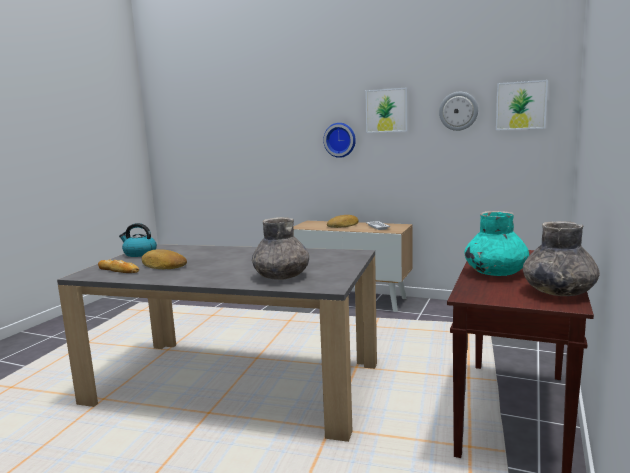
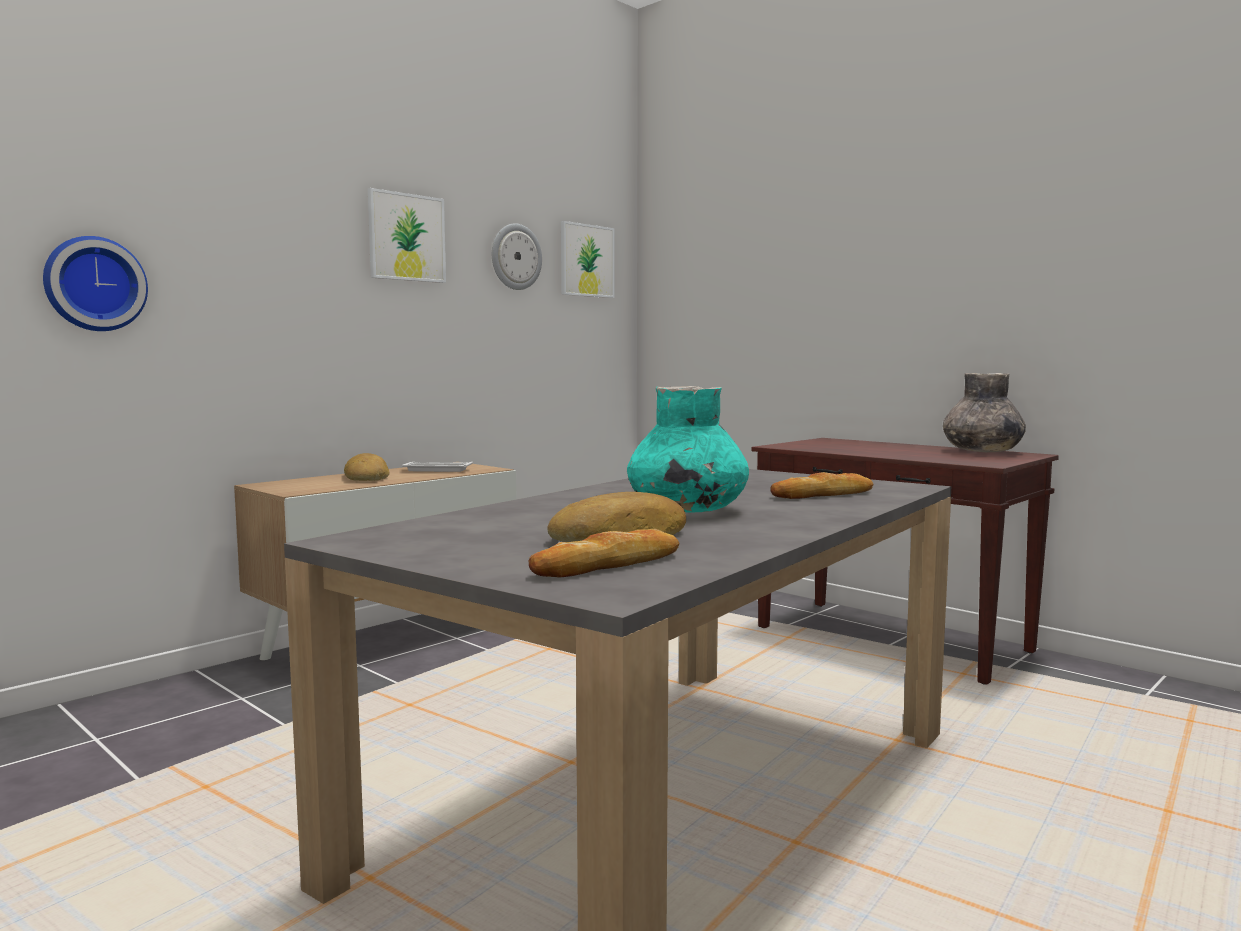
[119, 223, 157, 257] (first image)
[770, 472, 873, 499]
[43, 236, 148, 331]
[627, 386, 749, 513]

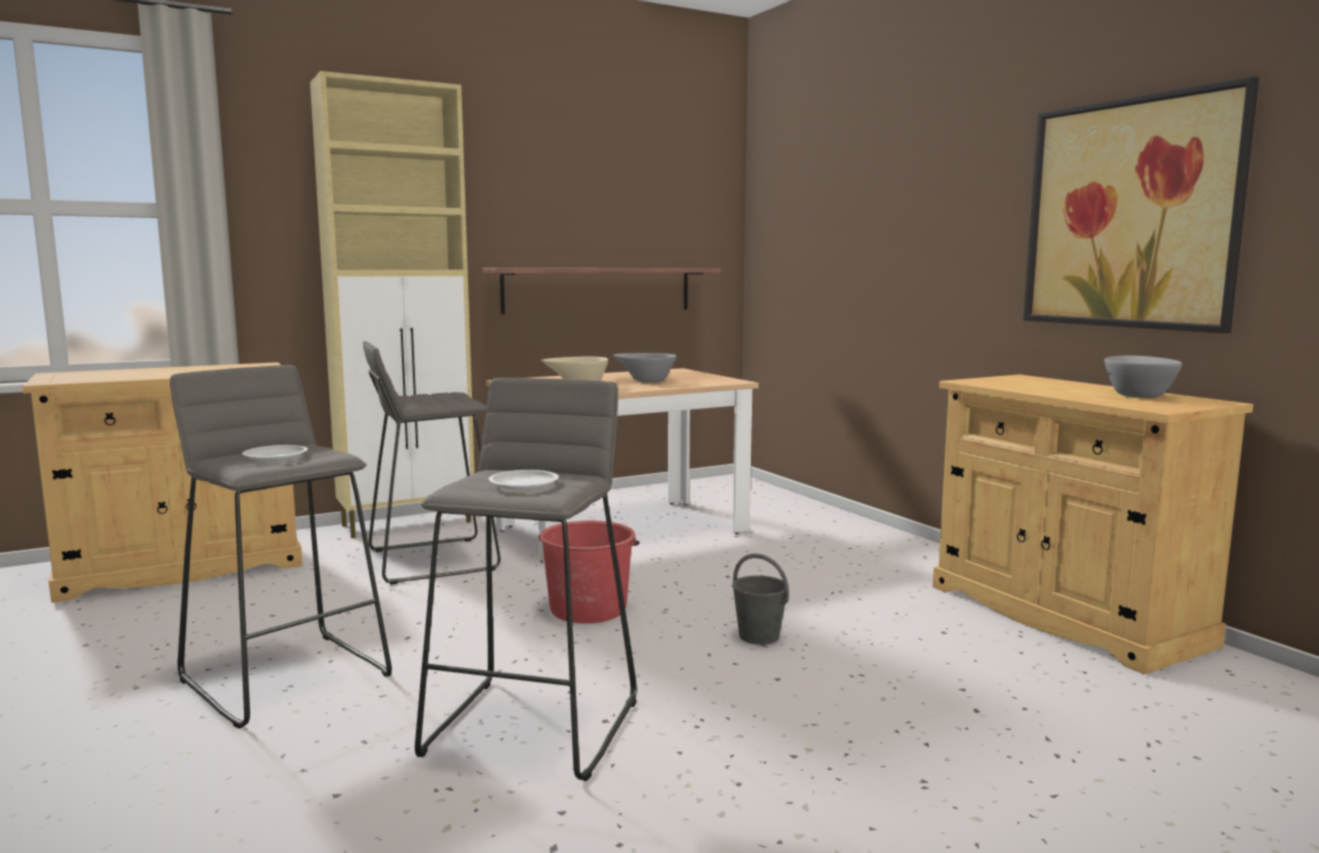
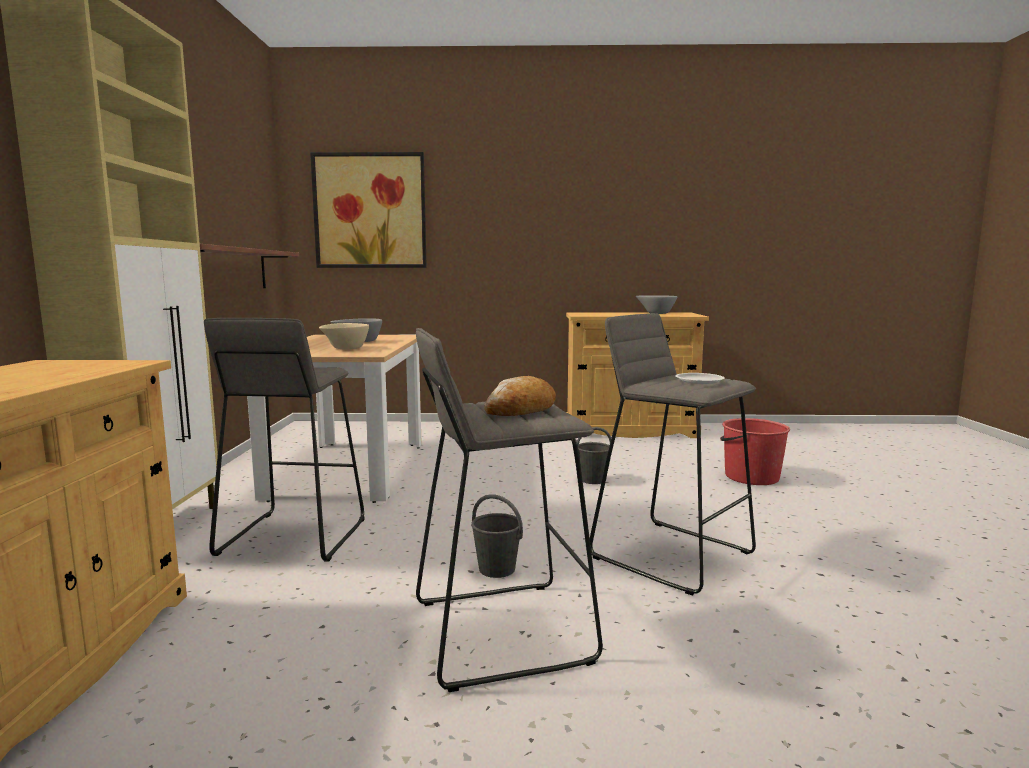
[484, 376, 556, 416]
[720, 418, 790, 485]
[310, 152, 427, 268]
[471, 494, 523, 578]

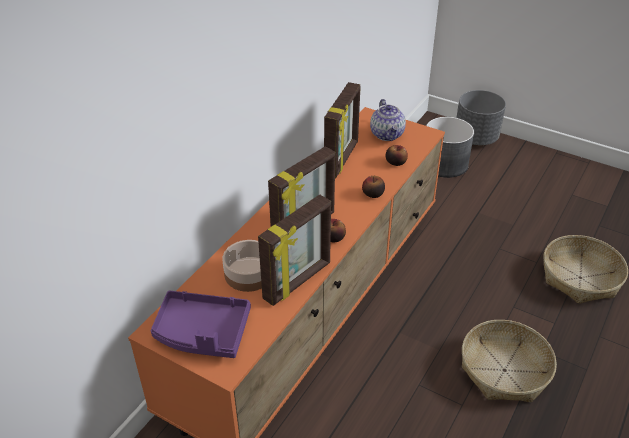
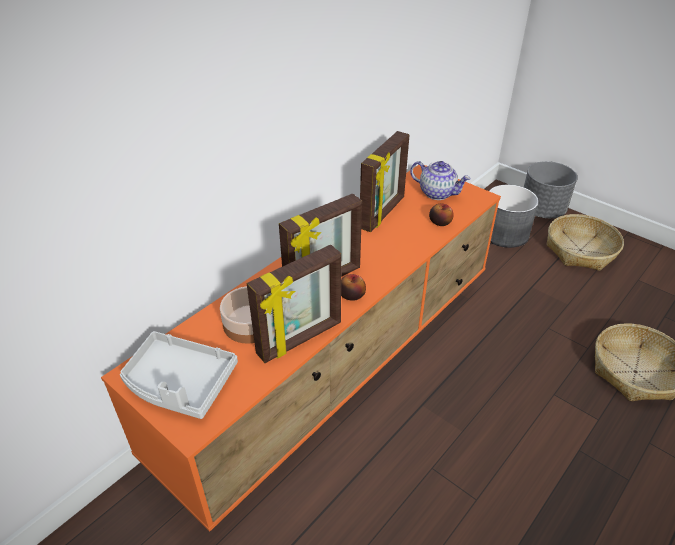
[120, 331, 238, 419]
[362, 176, 385, 198] (first image)
[410, 161, 471, 200]
[547, 214, 624, 271]

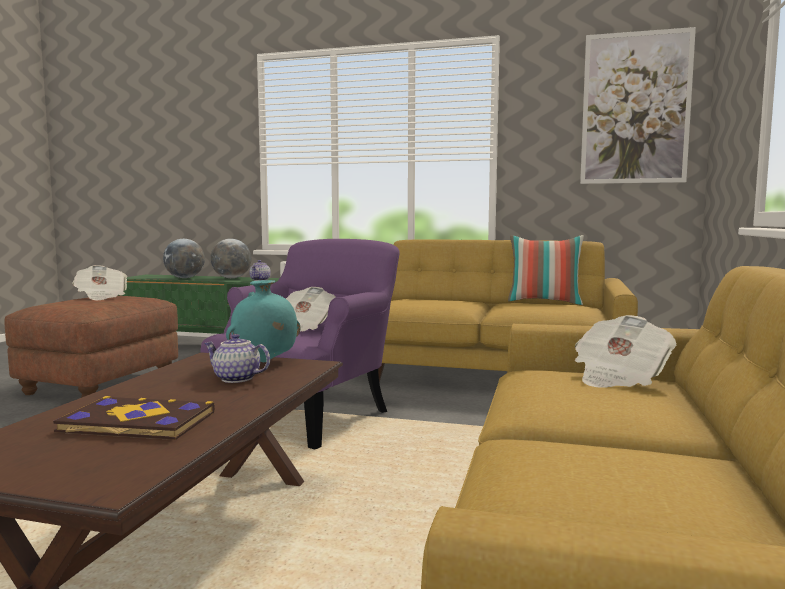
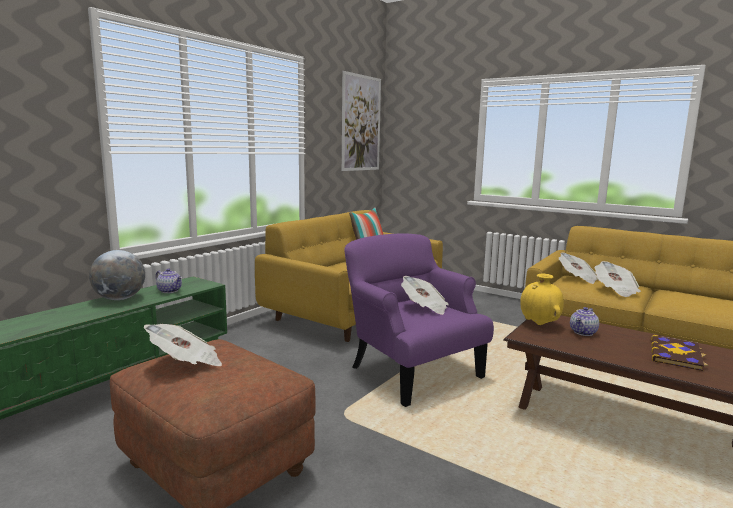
[163, 239, 205, 278] (first image)
[520, 274, 564, 325]
[595, 261, 641, 297]

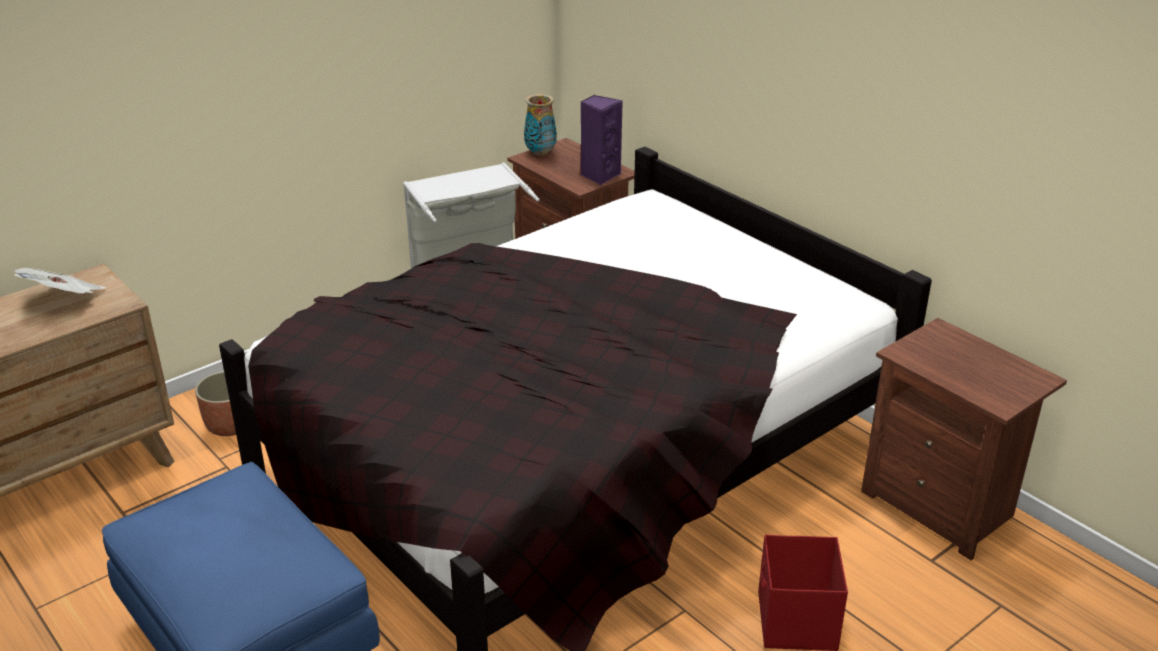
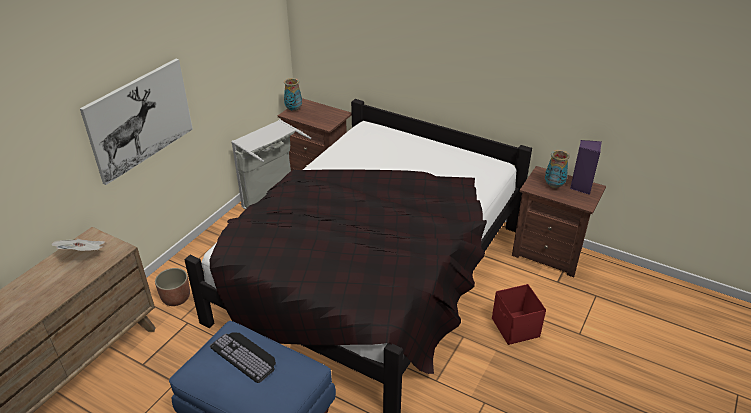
[570, 140, 602, 195]
[80, 59, 193, 185]
[210, 332, 276, 383]
[545, 150, 570, 188]

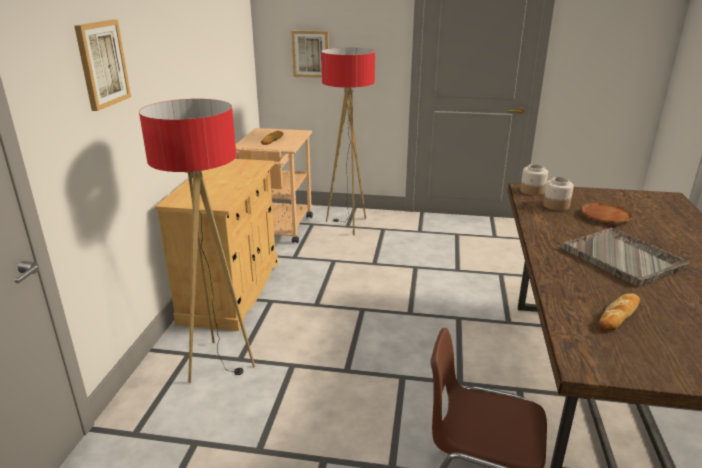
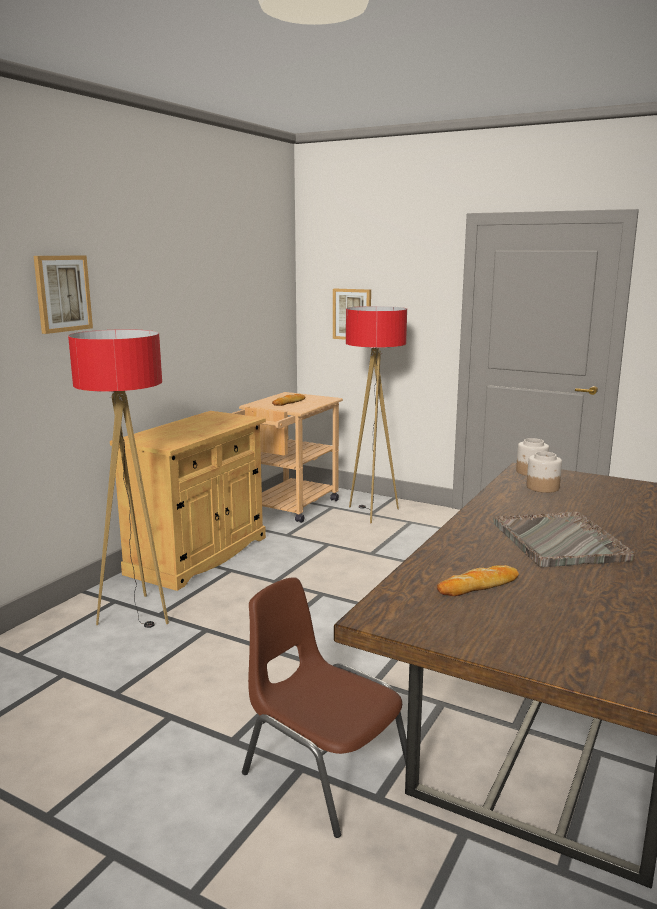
[581, 203, 633, 224] (first image)

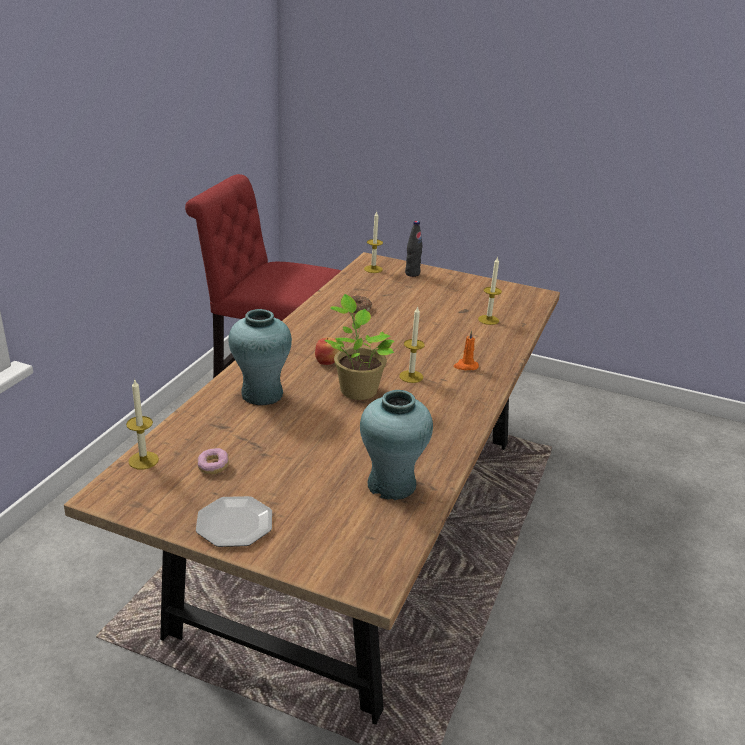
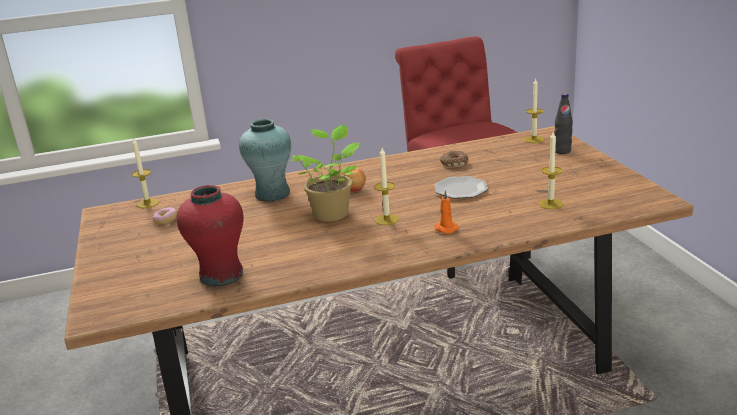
[435, 176, 488, 199]
[177, 185, 244, 286]

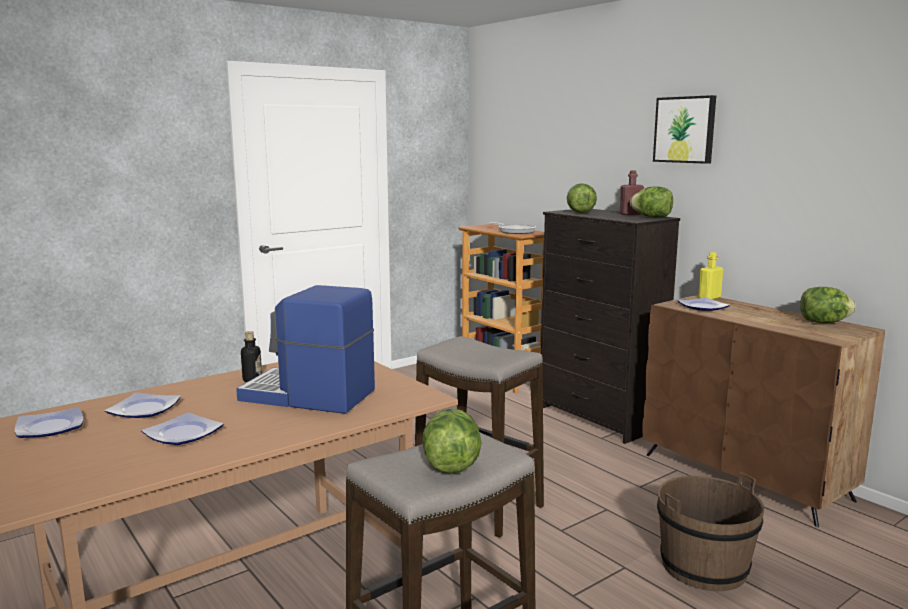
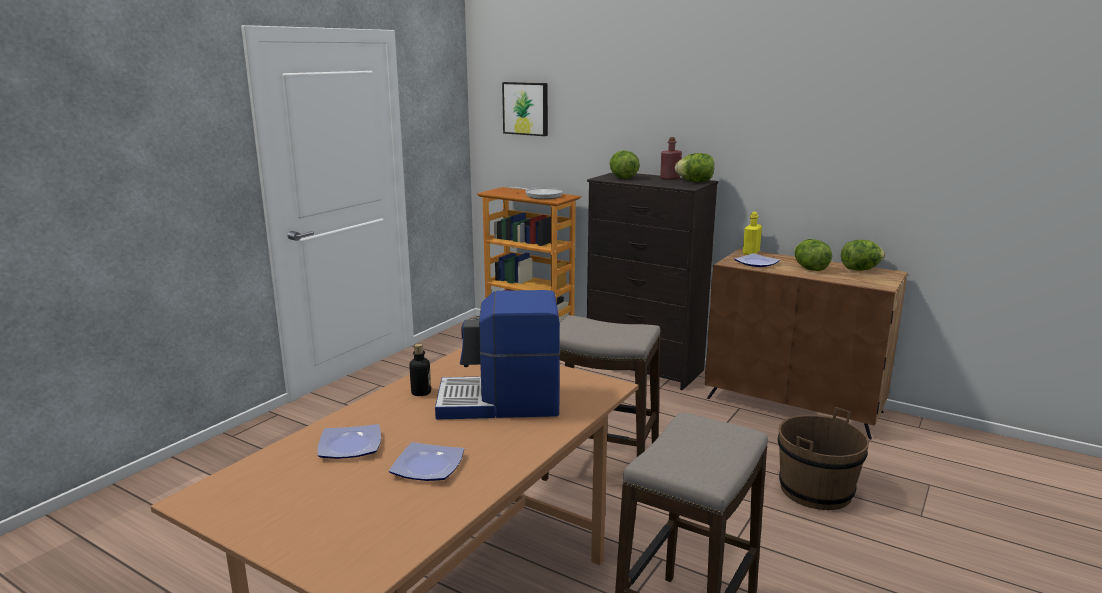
[15, 407, 83, 438] (first image)
[794, 239, 832, 271]
[502, 82, 548, 136]

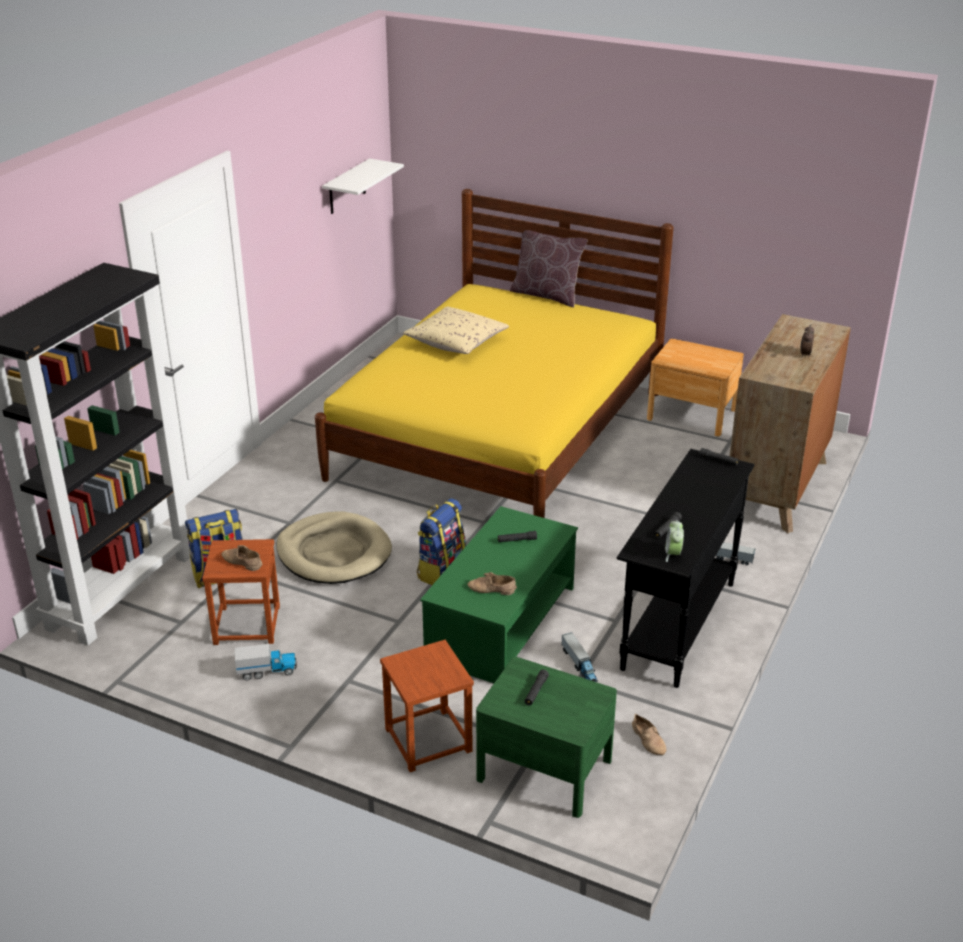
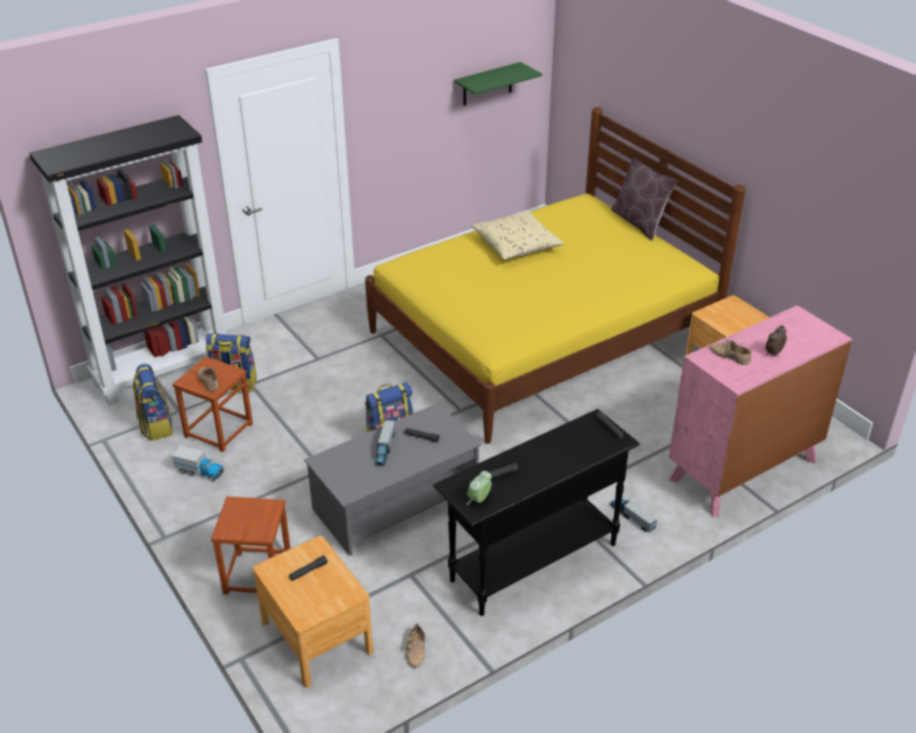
[277, 511, 392, 584] (first image)
[454, 62, 542, 105]
[304, 403, 481, 556]
[710, 340, 752, 365]
[253, 536, 373, 688]
[375, 420, 395, 466]
[669, 305, 852, 517]
[133, 364, 173, 441]

